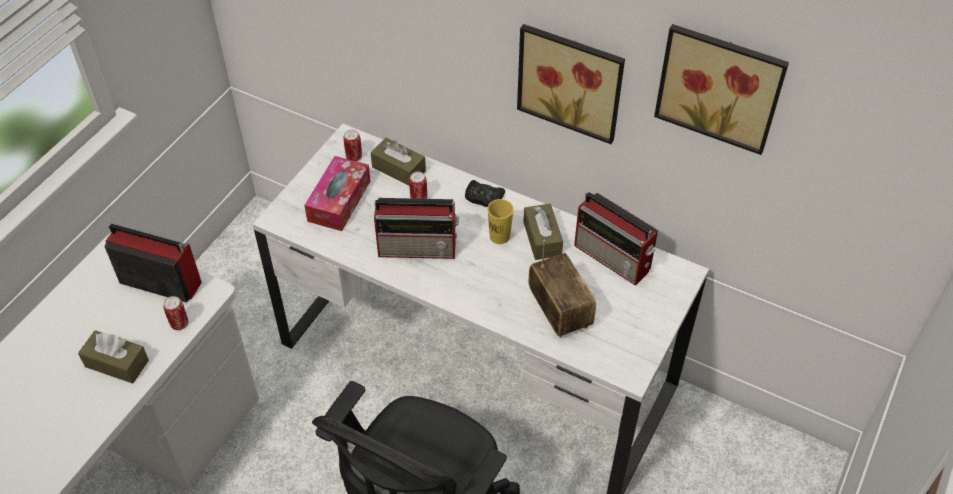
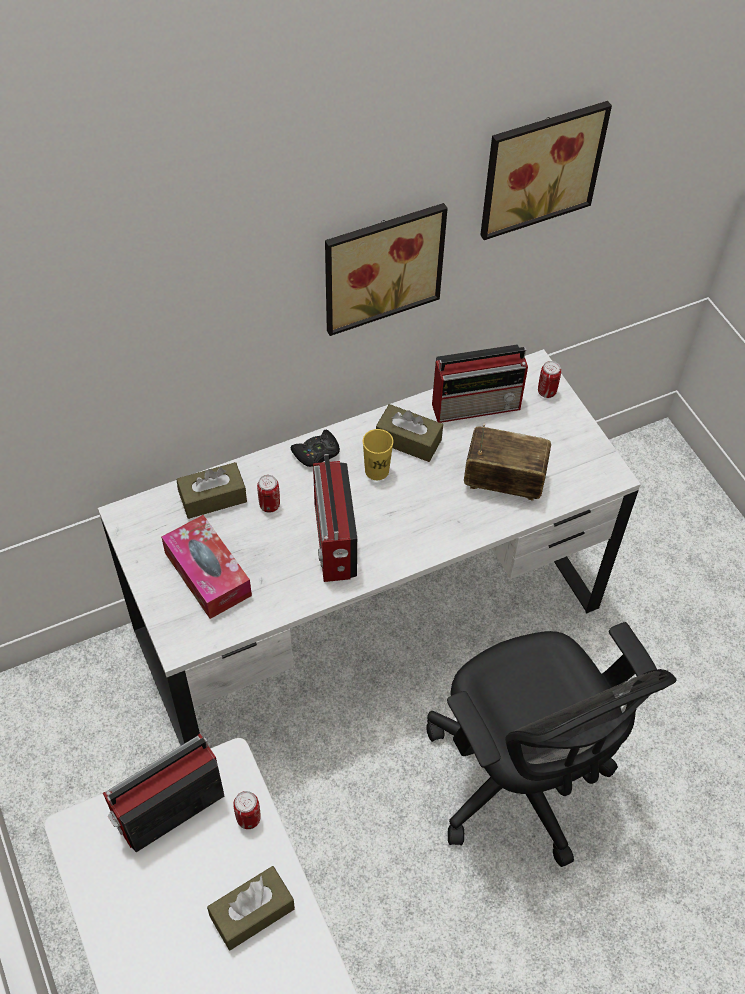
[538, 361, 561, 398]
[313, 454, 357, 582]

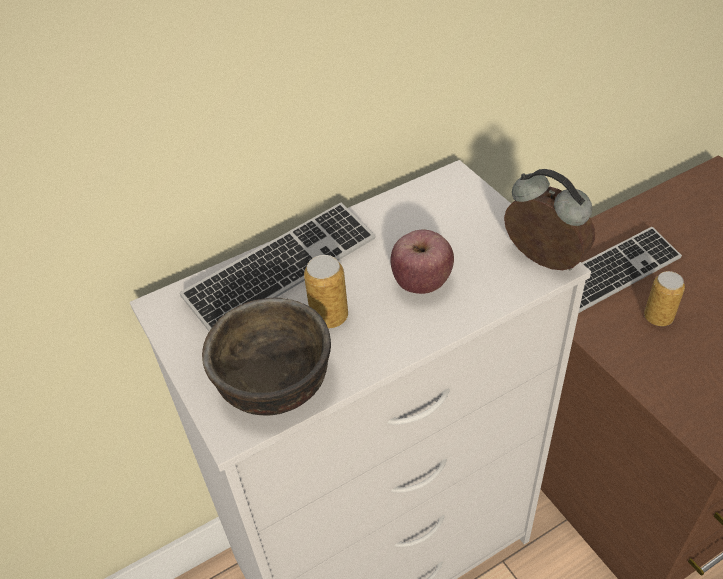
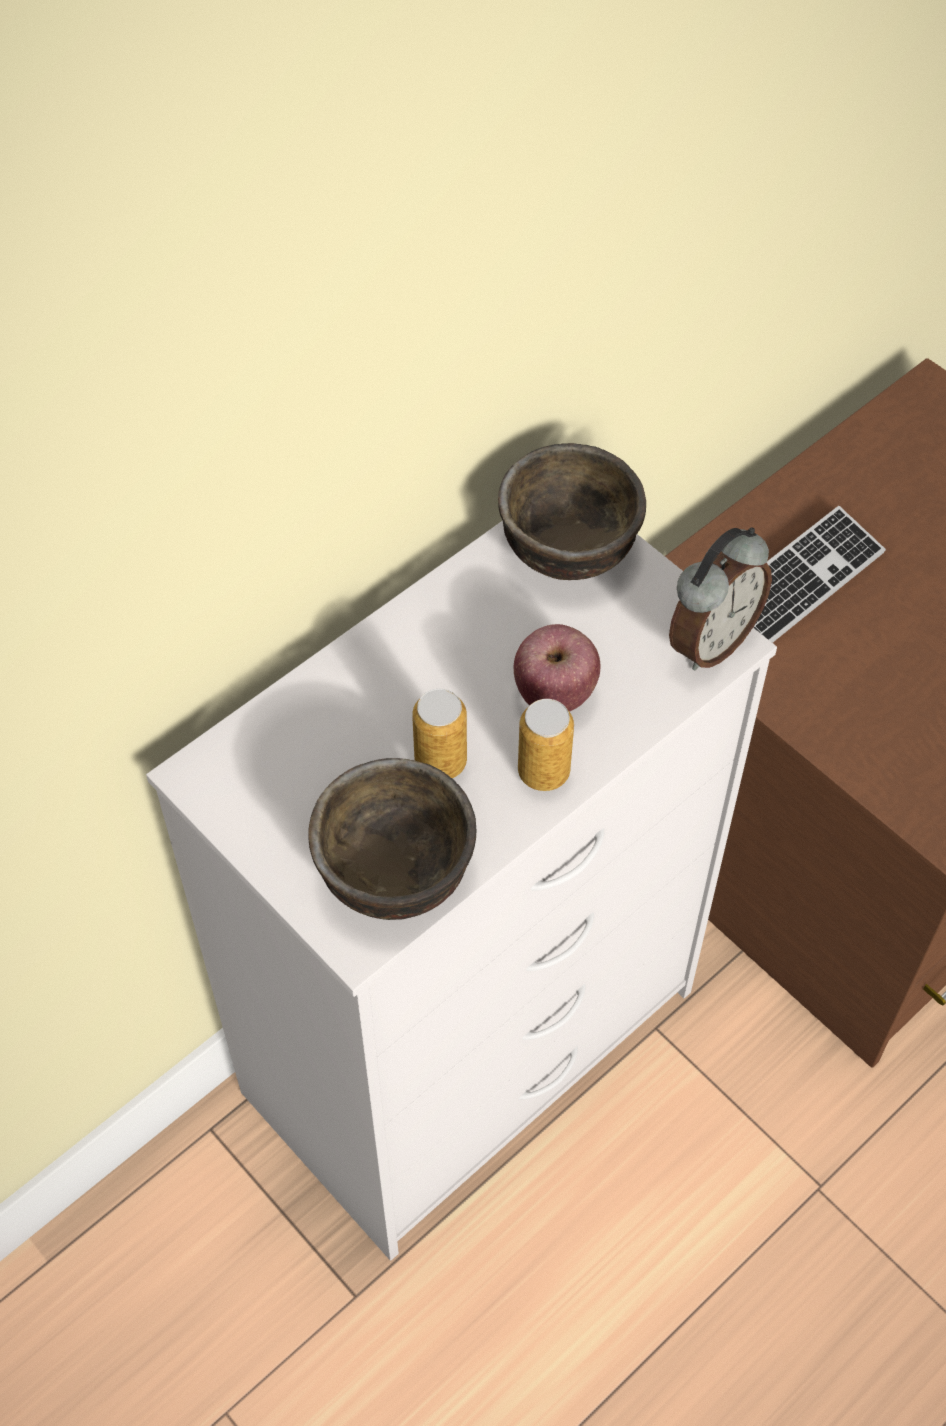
[180, 203, 375, 331] (first image)
[669, 527, 772, 670]
[518, 699, 574, 791]
[498, 443, 646, 580]

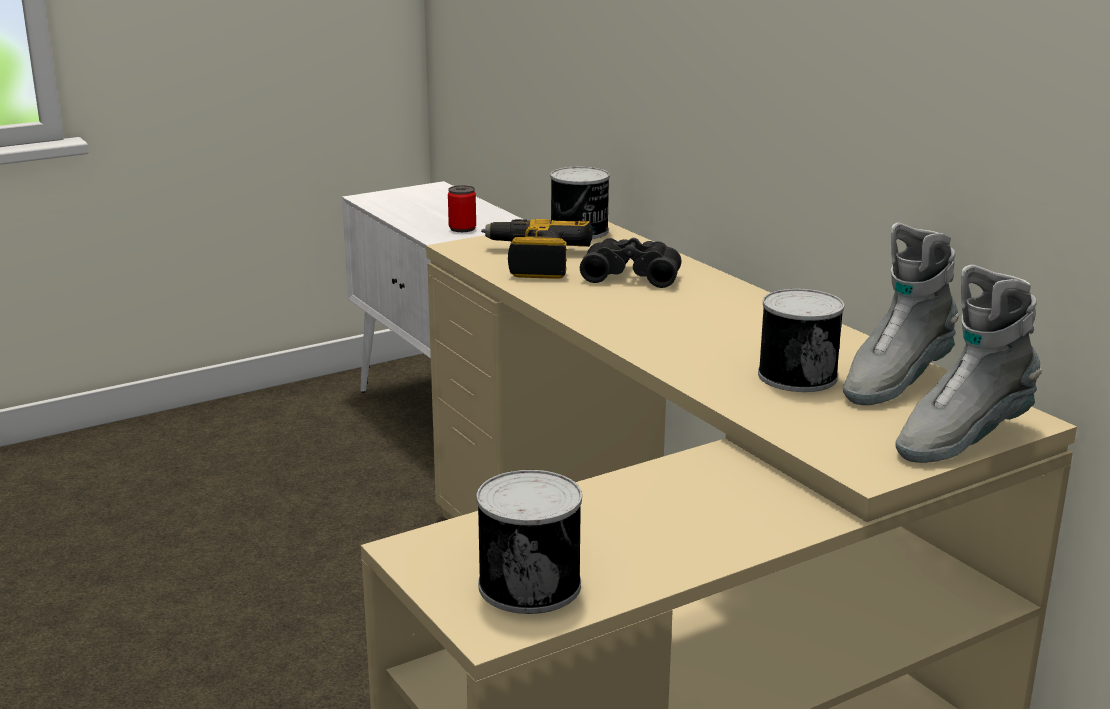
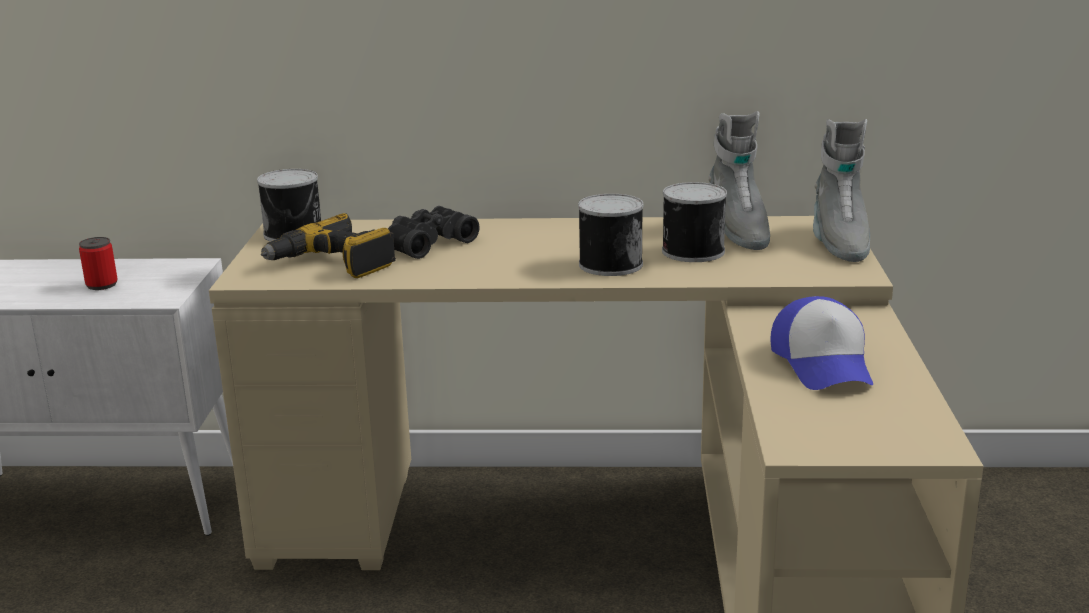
[578, 194, 643, 276]
[771, 296, 873, 390]

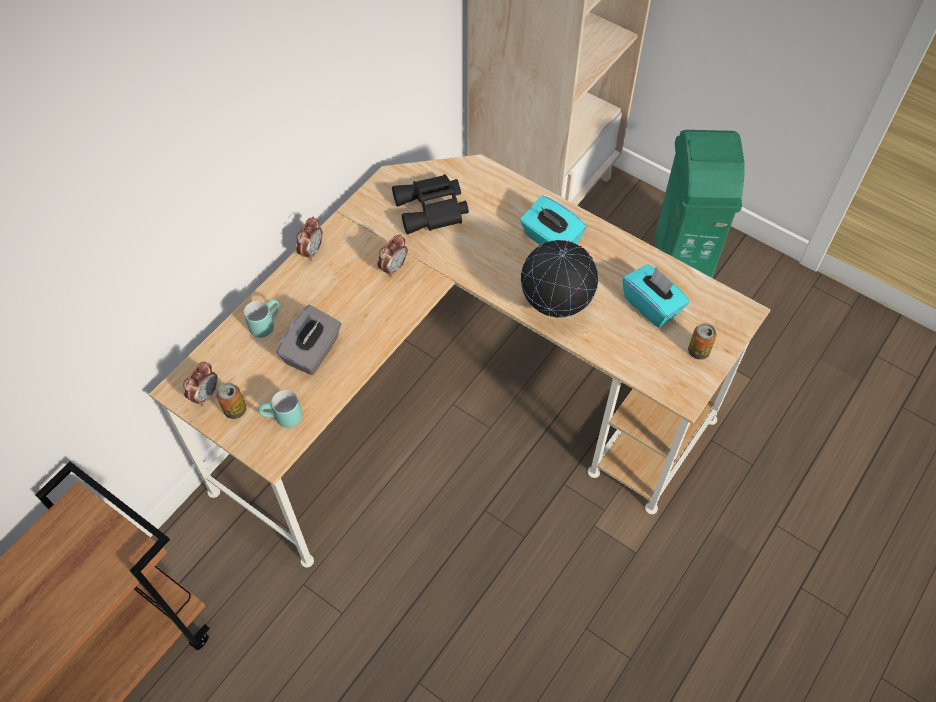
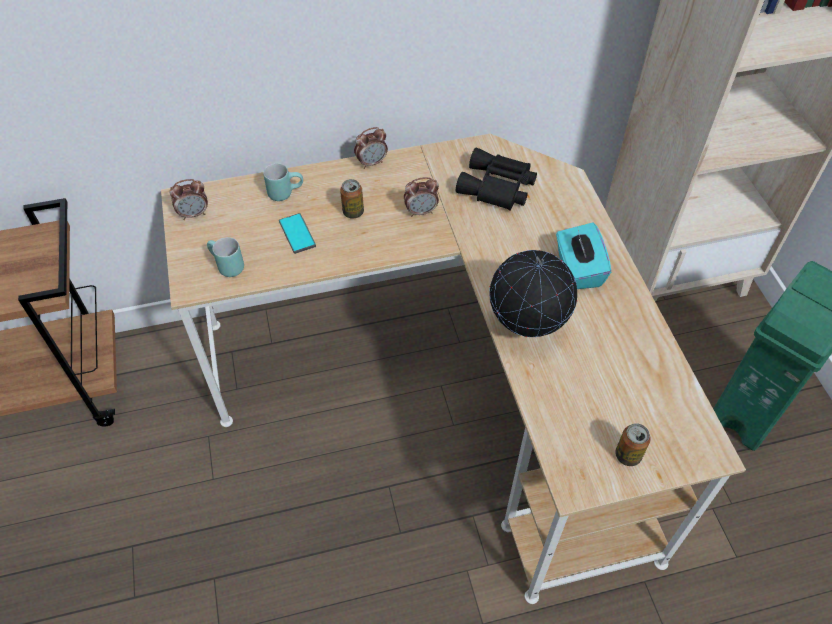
[340, 179, 364, 218]
[279, 213, 316, 254]
[623, 264, 690, 328] (first image)

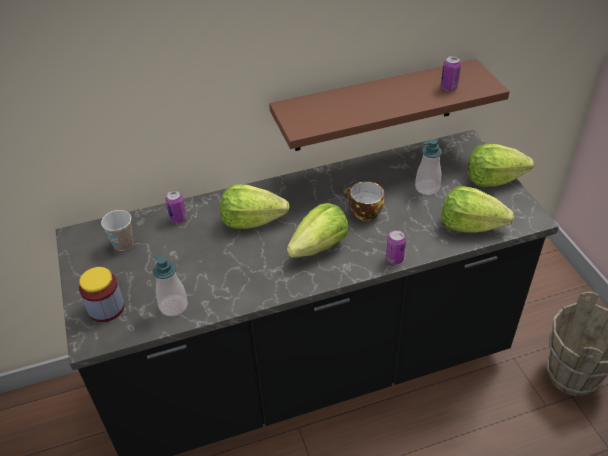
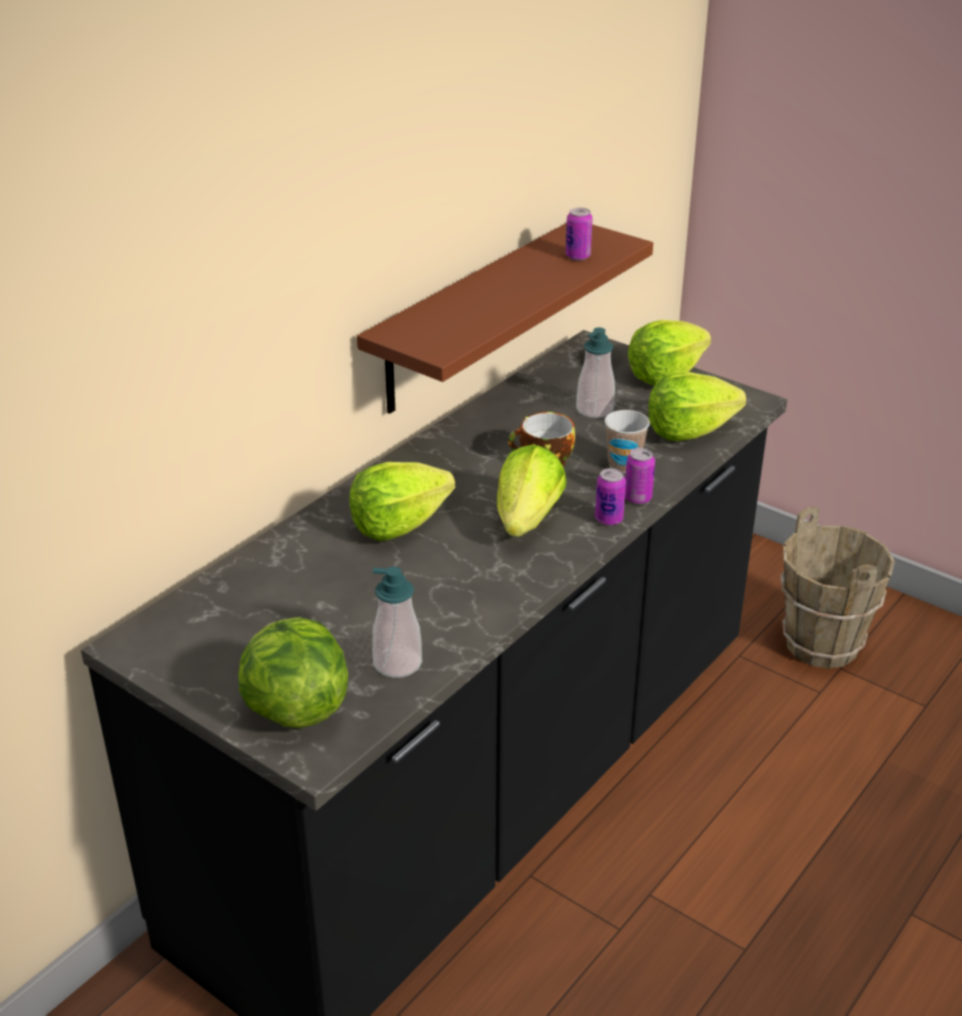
[238, 617, 348, 728]
[605, 410, 650, 473]
[595, 468, 626, 526]

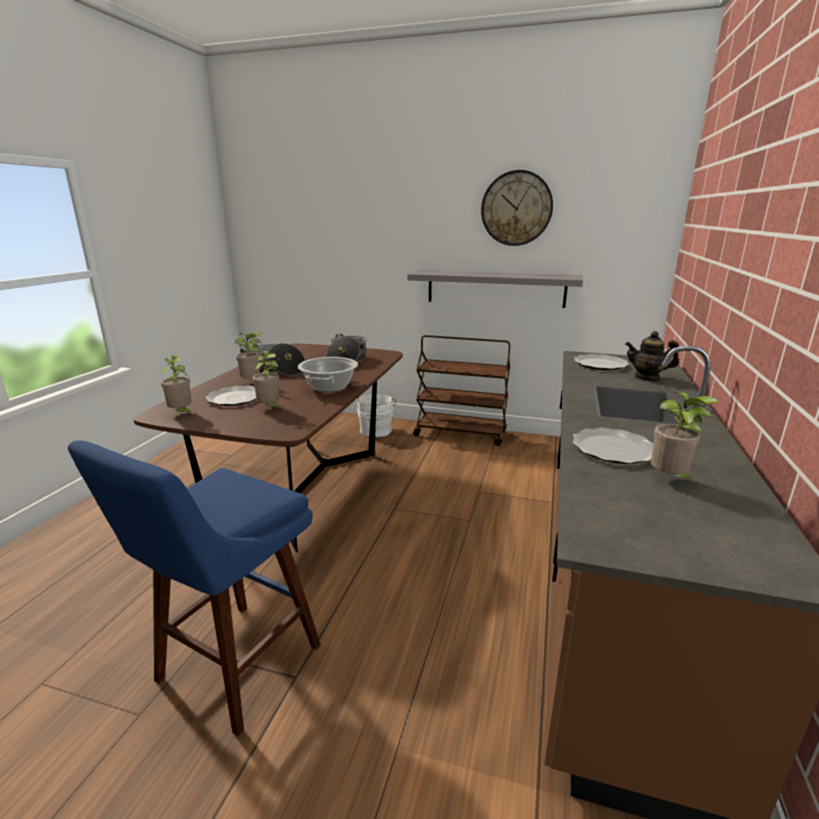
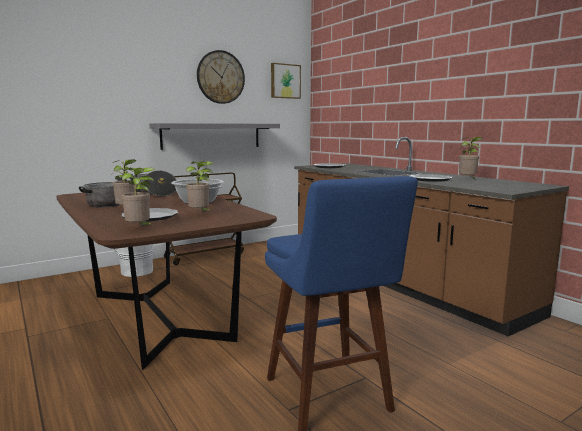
[625, 331, 679, 381] (first image)
[271, 63, 301, 99]

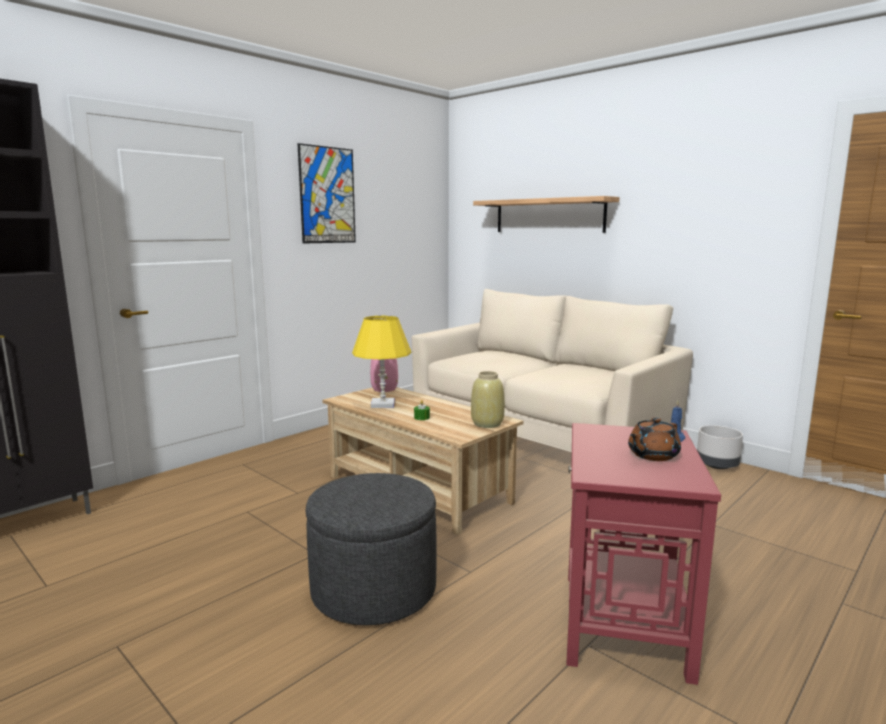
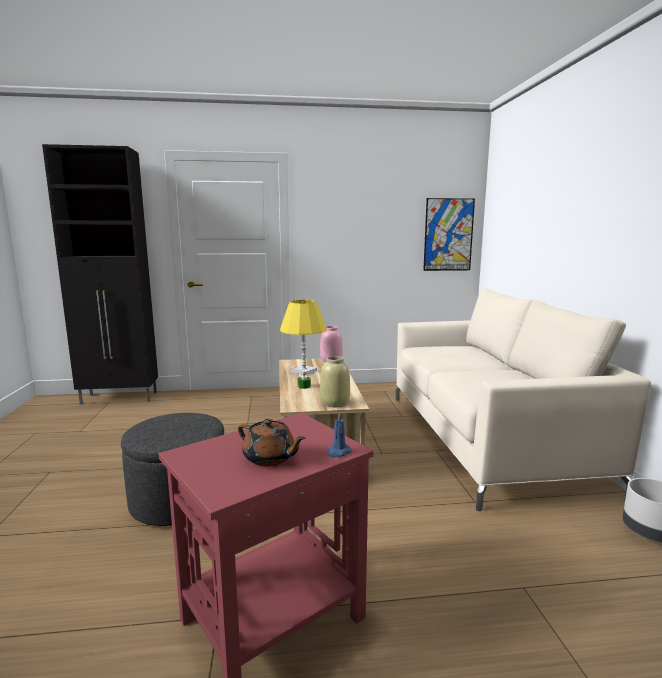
[423, 198, 475, 271]
[473, 196, 620, 233] (first image)
[238, 419, 306, 466]

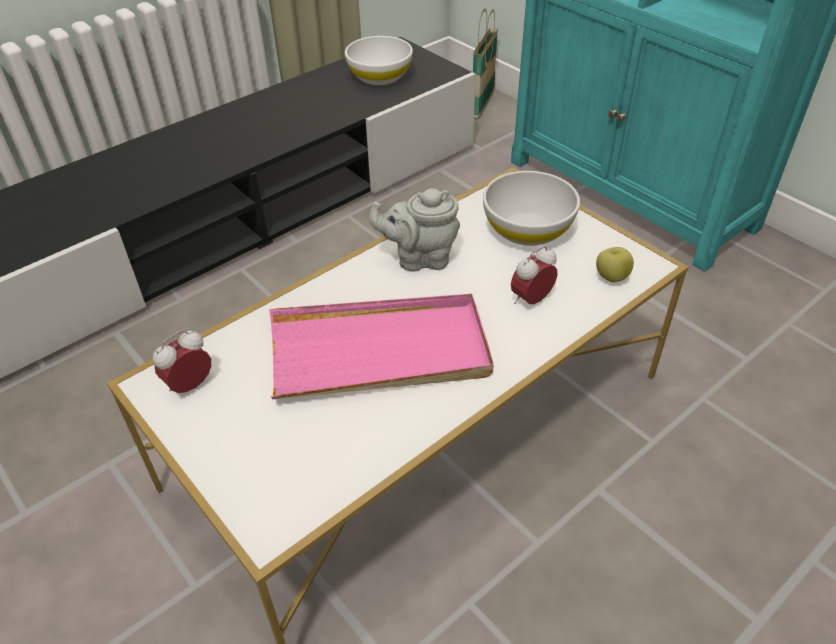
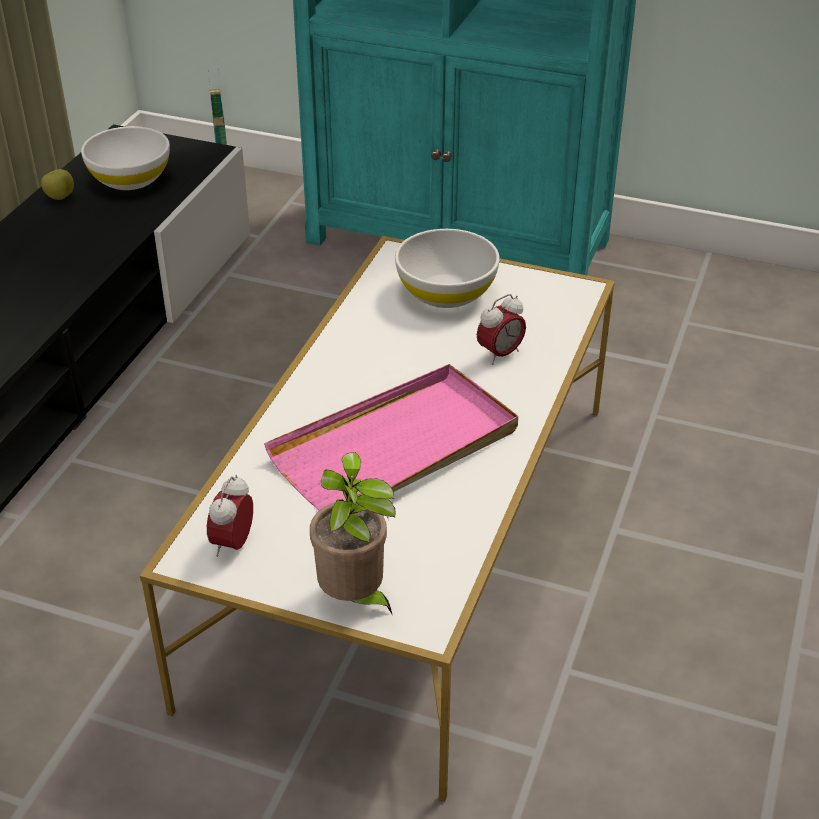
[369, 188, 460, 272] (first image)
[477, 294, 526, 365]
[41, 169, 74, 200]
[310, 452, 395, 614]

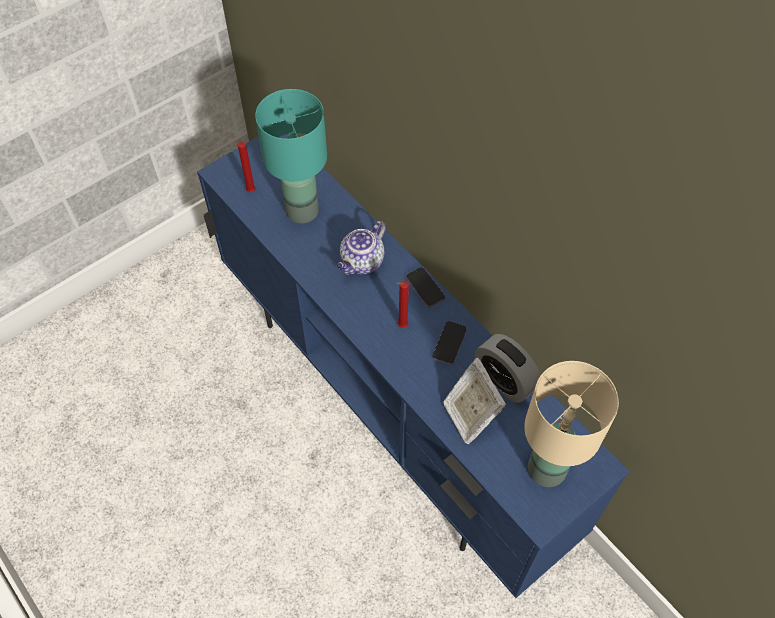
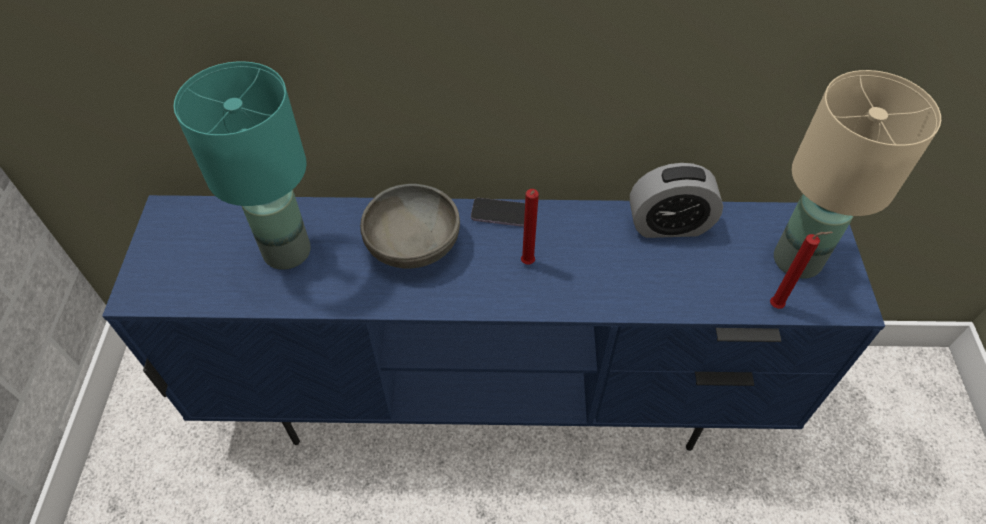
[770, 232, 833, 309]
[360, 184, 460, 269]
[433, 321, 467, 365] (first image)
[443, 358, 506, 444] (first image)

